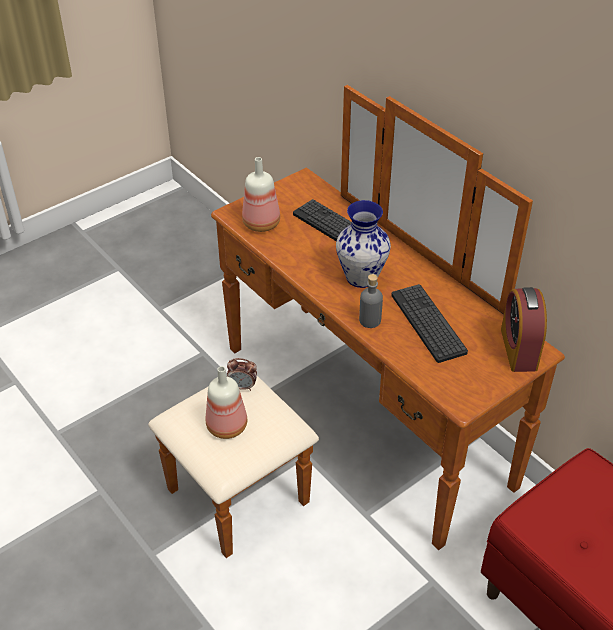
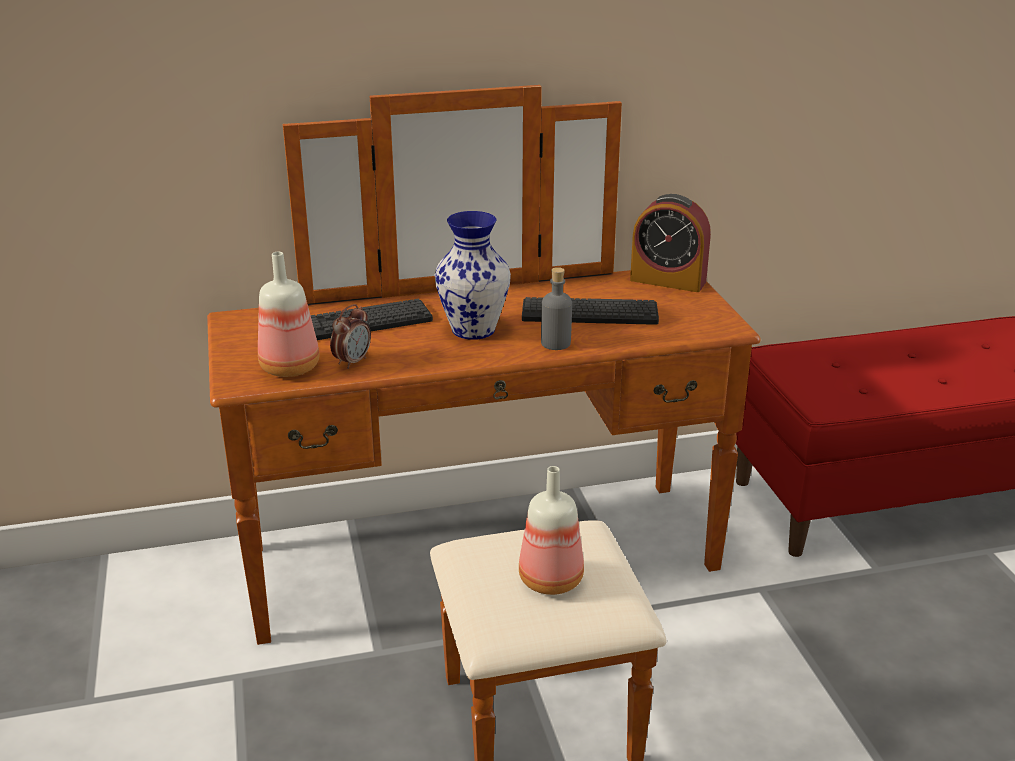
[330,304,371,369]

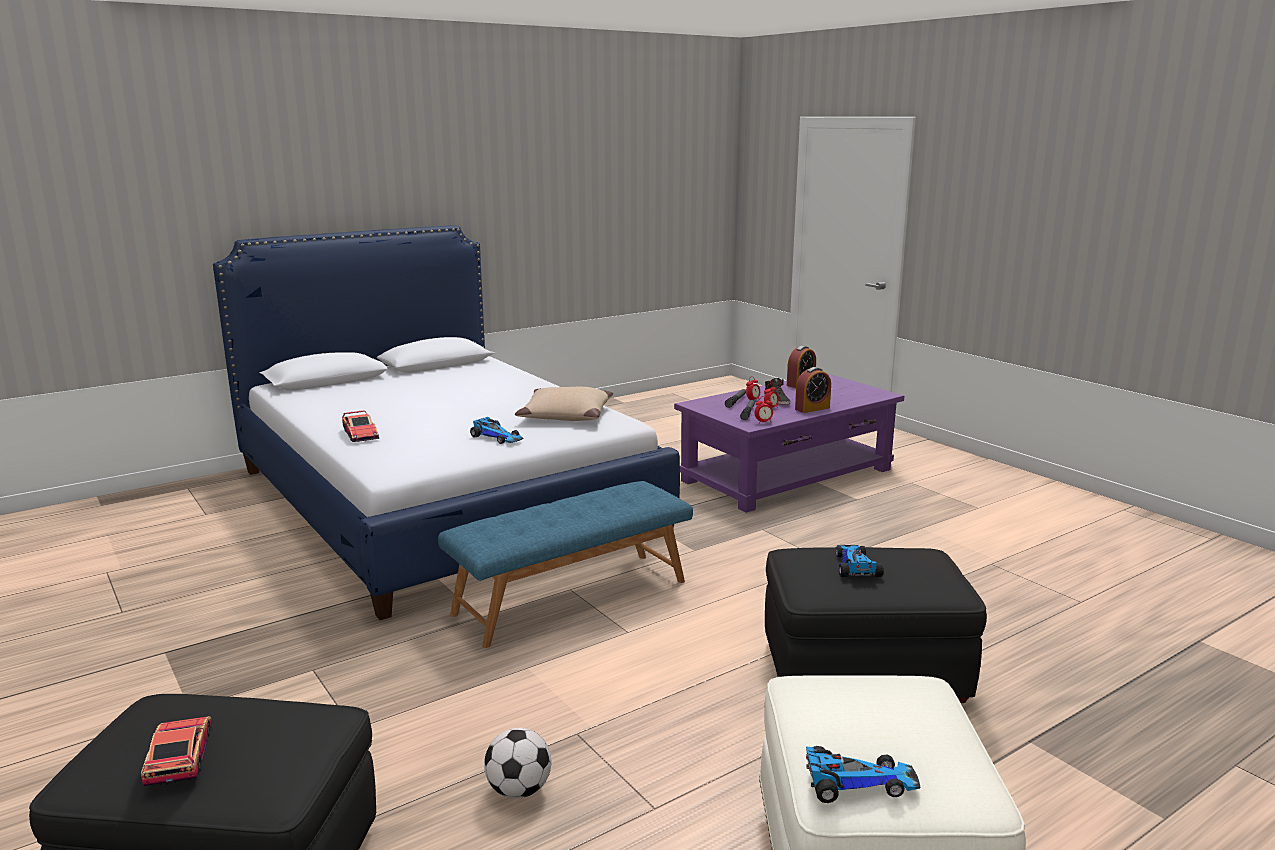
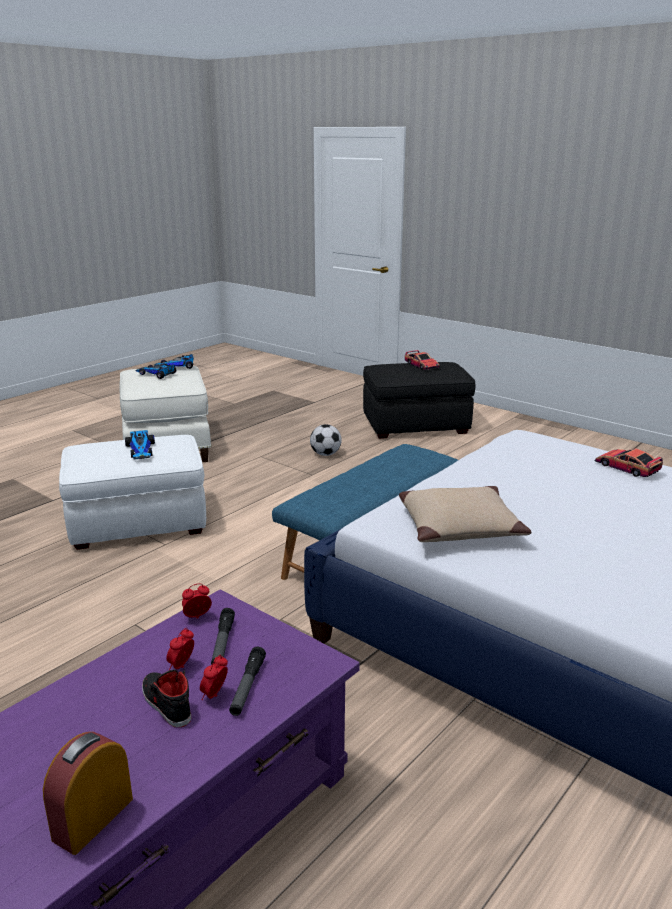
[795,367,831,413] (first image)
[135,364,176,379]
[59,435,206,550]

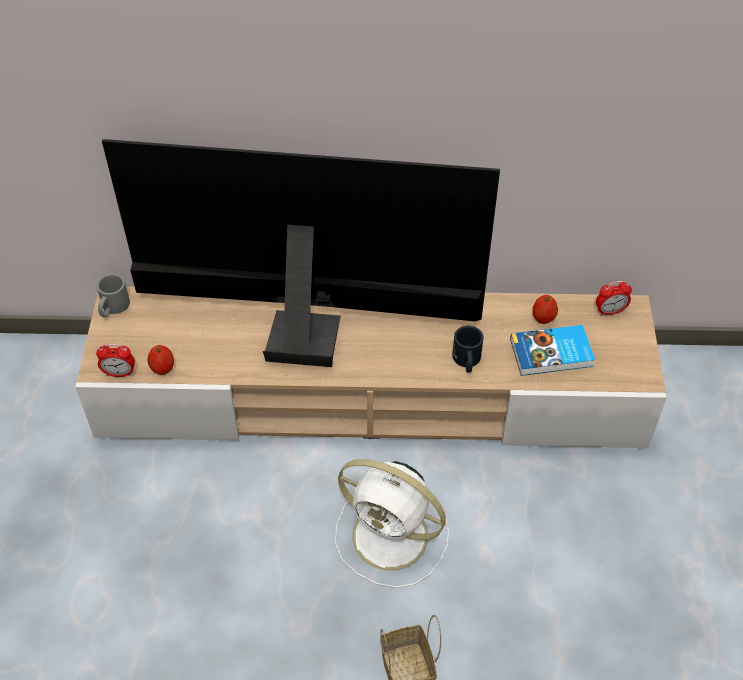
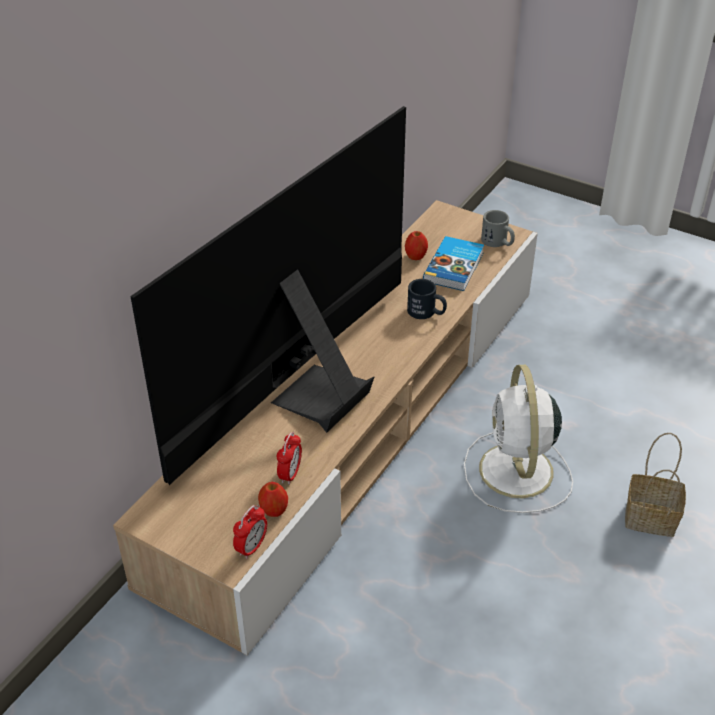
[481,210,515,247]
[277,432,302,485]
[464,365,573,513]

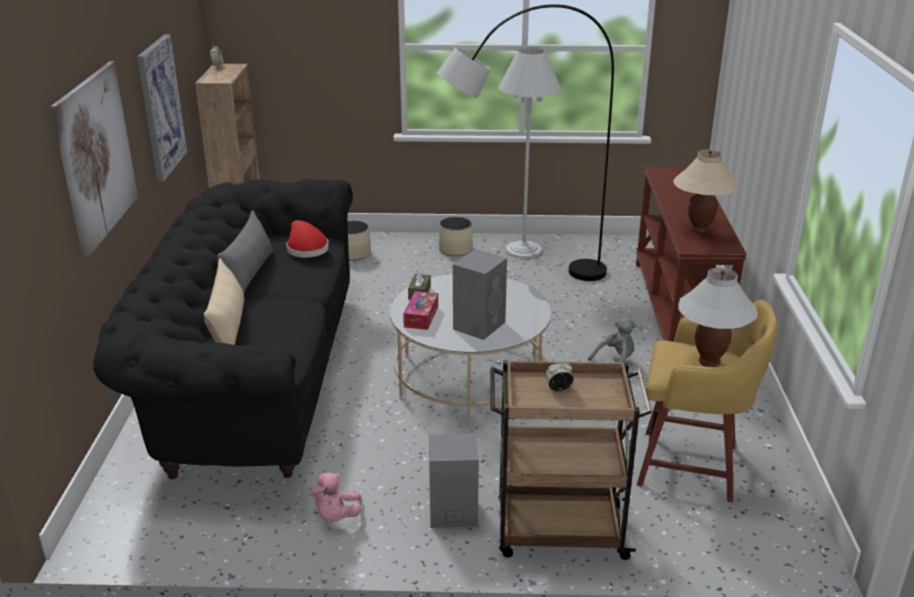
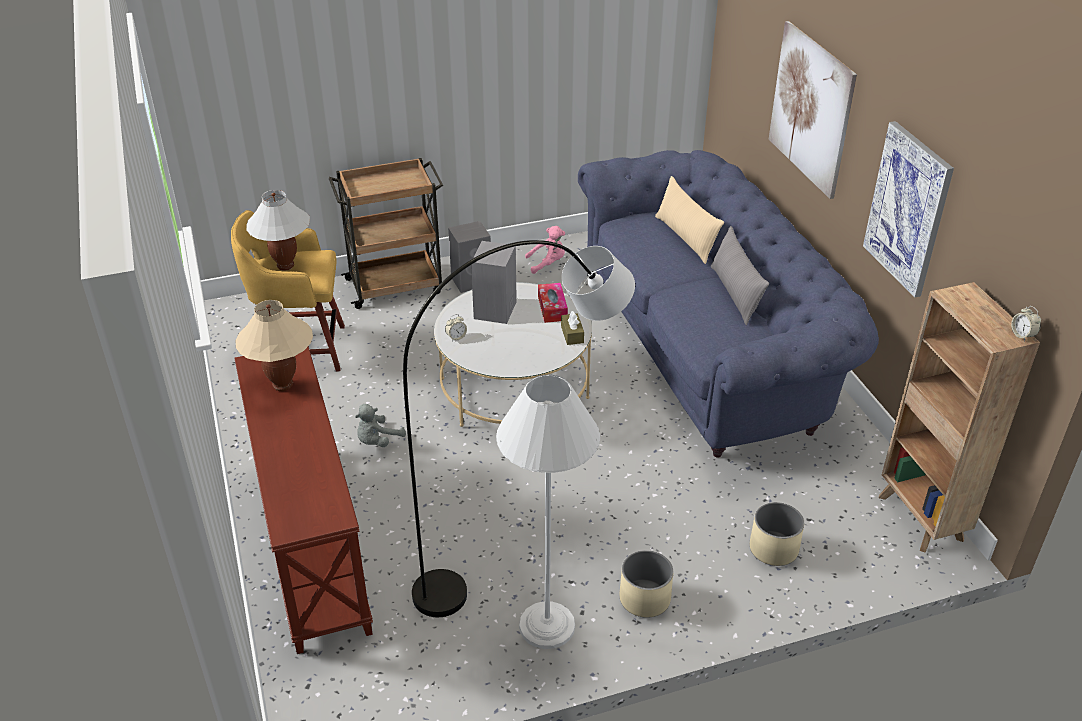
[286,220,329,258] (first image)
[445,314,467,341]
[578,150,879,458]
[525,226,565,274]

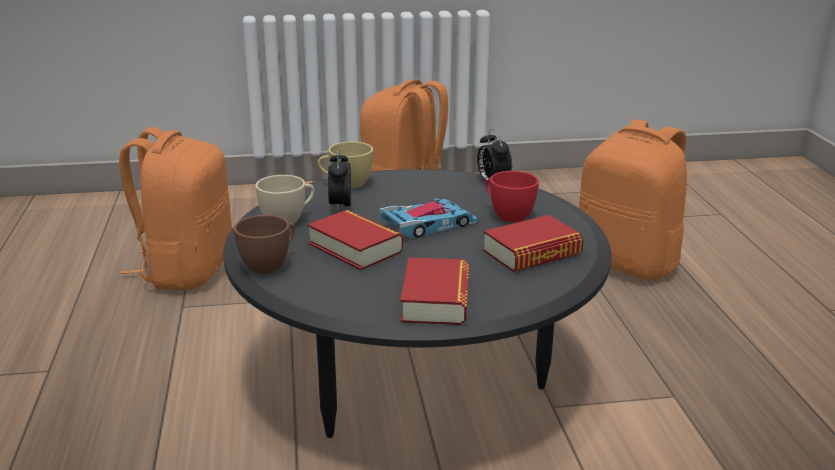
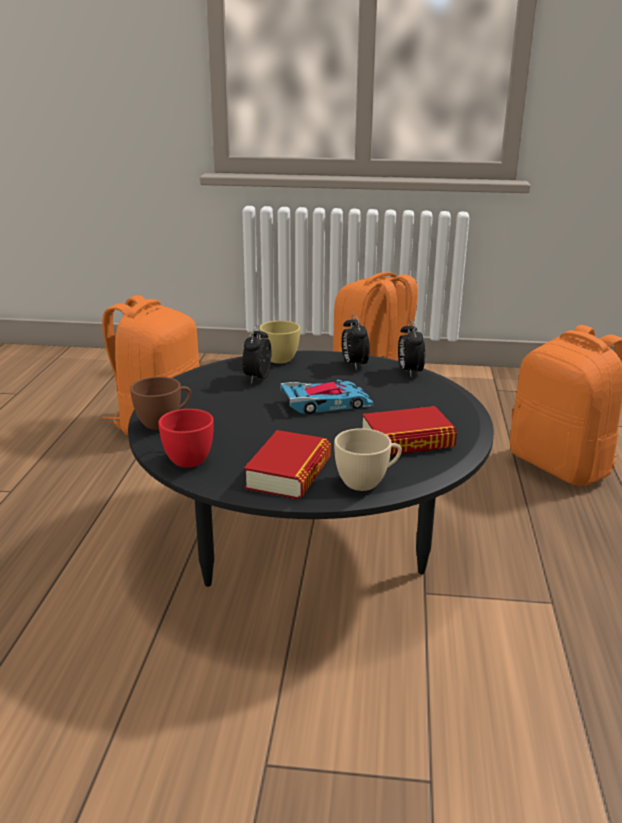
[307,210,403,270] (first image)
[341,314,370,370]
[334,428,402,491]
[158,409,214,468]

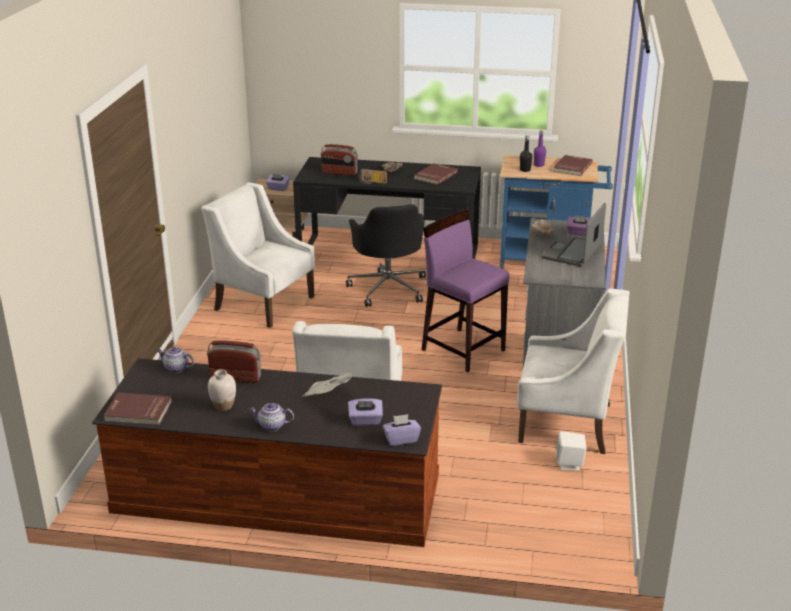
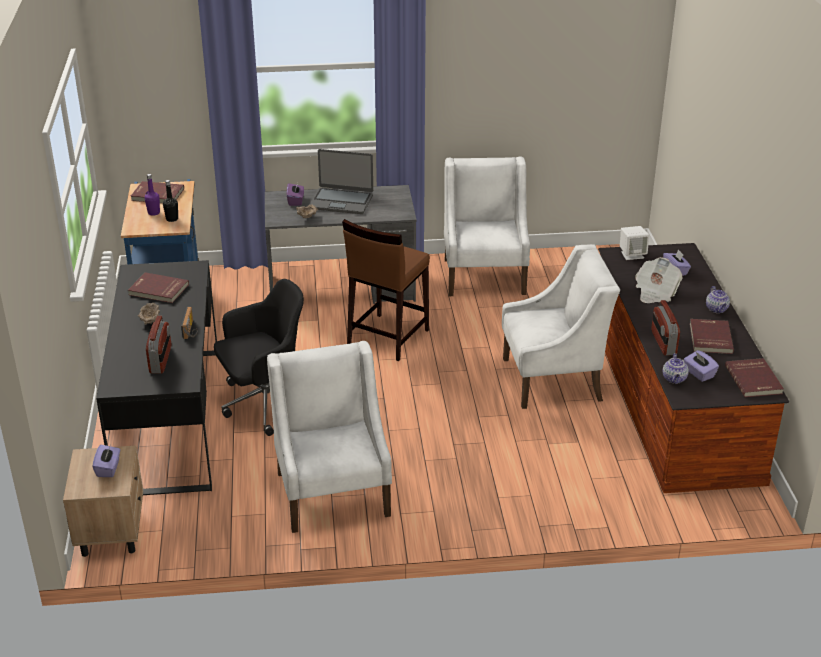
[684,350,719,382]
[620,226,649,260]
[690,319,734,354]
[342,219,430,361]
[267,341,392,533]

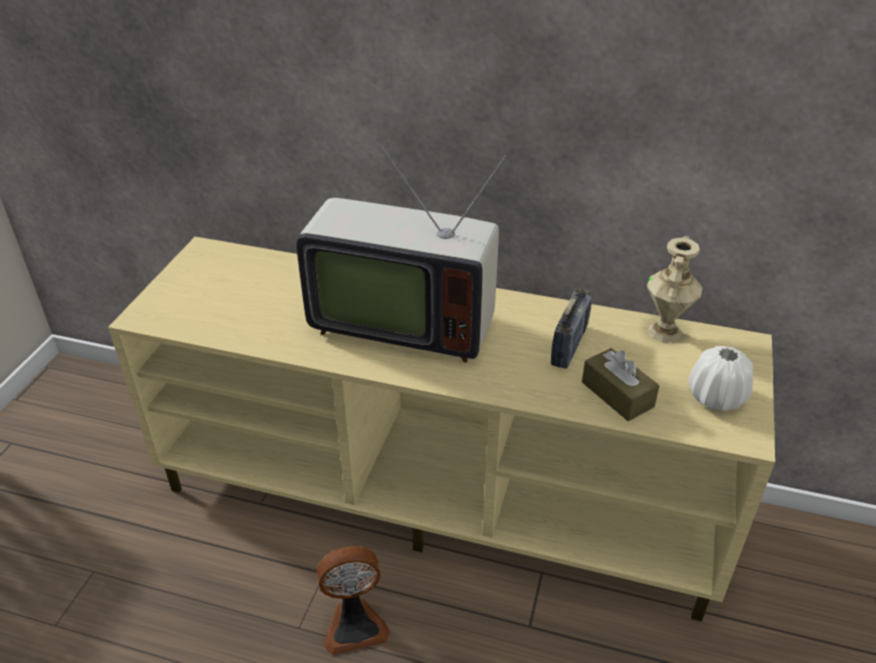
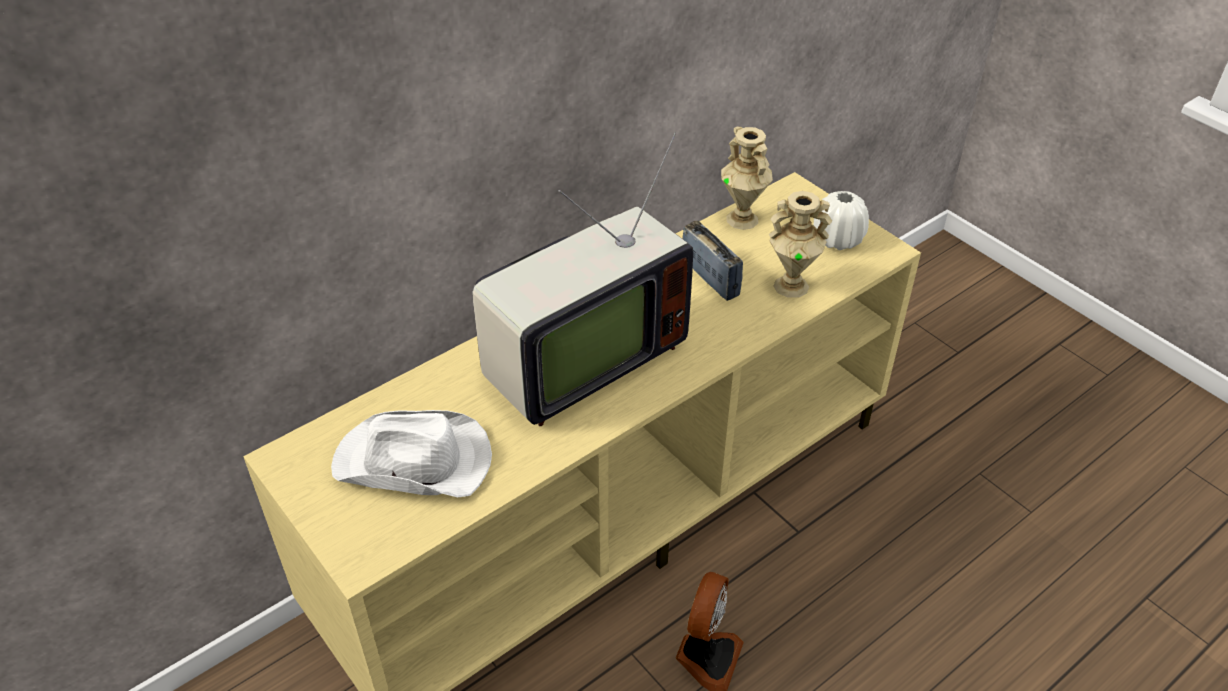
[331,410,492,497]
[769,191,832,298]

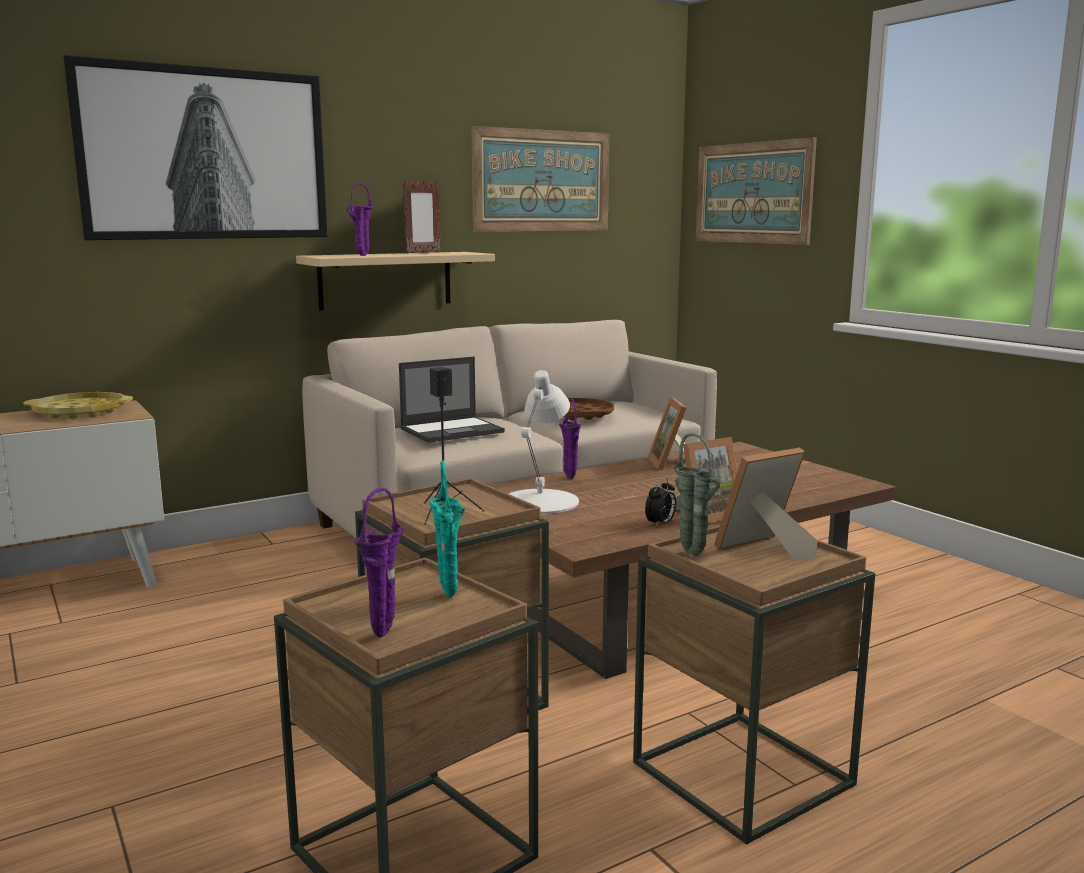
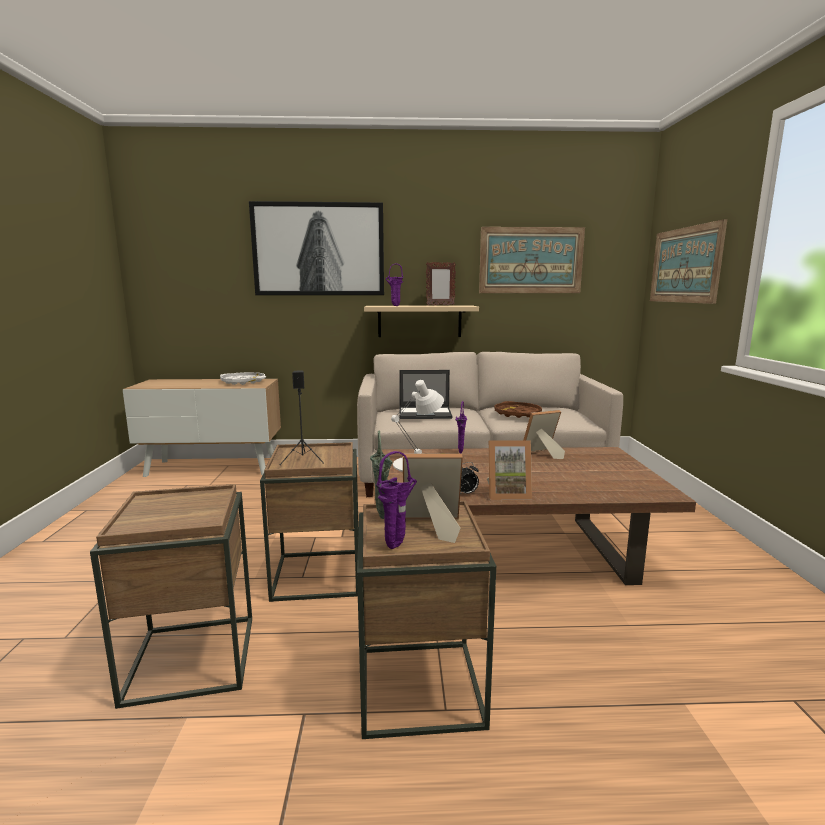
[429,460,465,598] (first image)
[376,451,417,549]
[220,372,266,385]
[524,410,565,459]

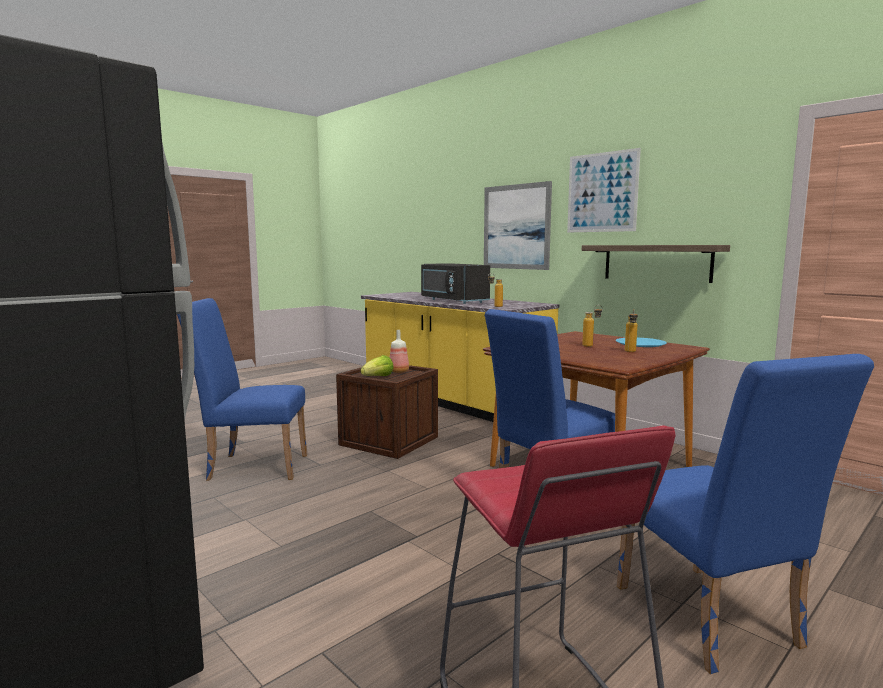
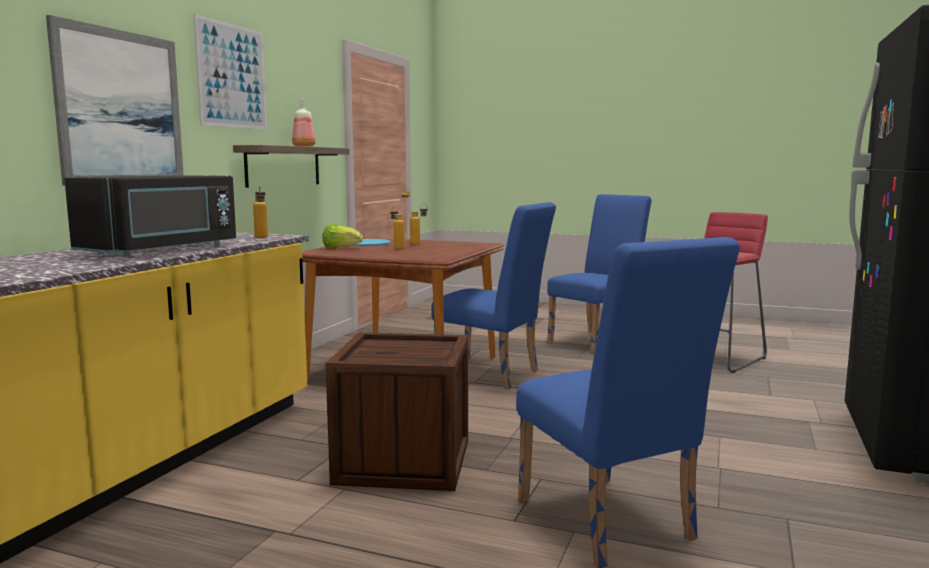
[322,224,363,248]
[292,98,316,147]

